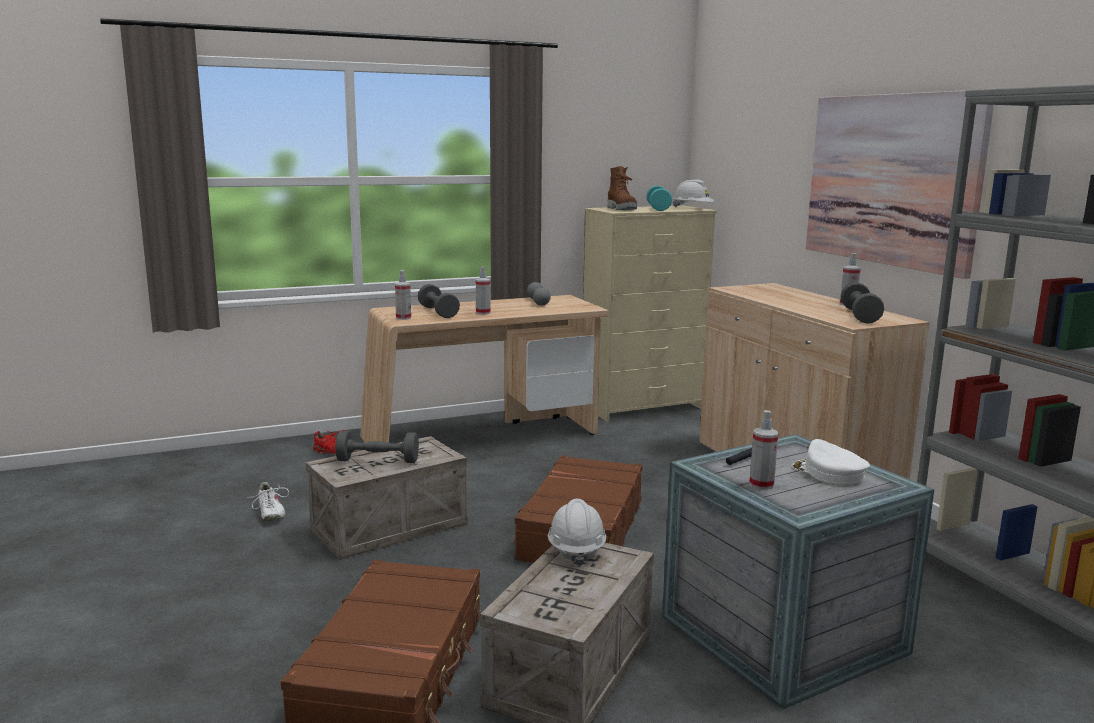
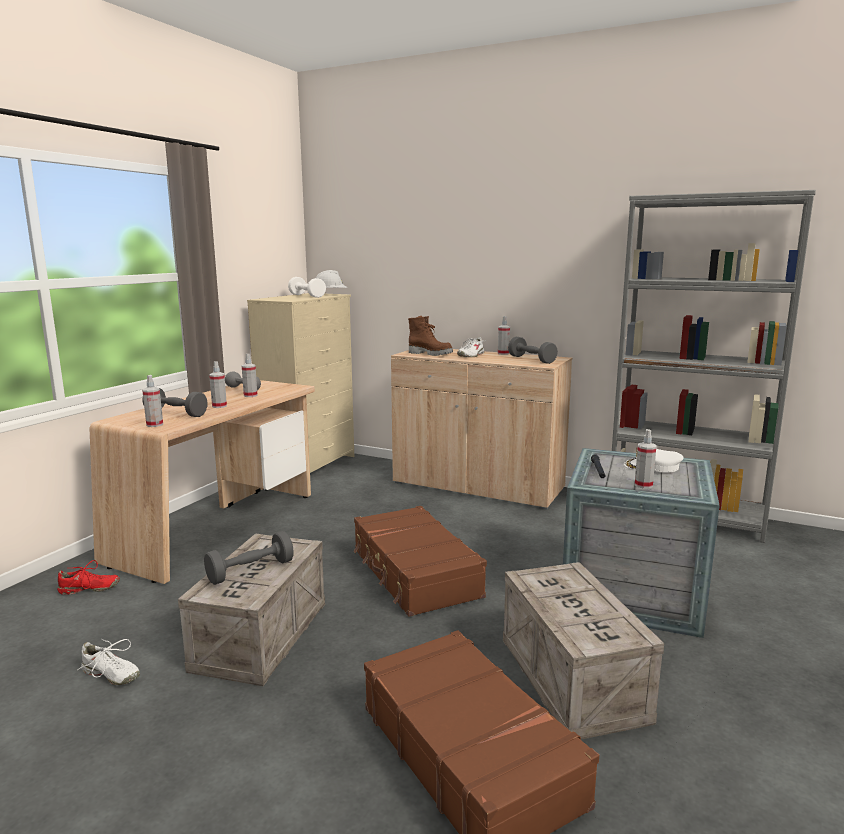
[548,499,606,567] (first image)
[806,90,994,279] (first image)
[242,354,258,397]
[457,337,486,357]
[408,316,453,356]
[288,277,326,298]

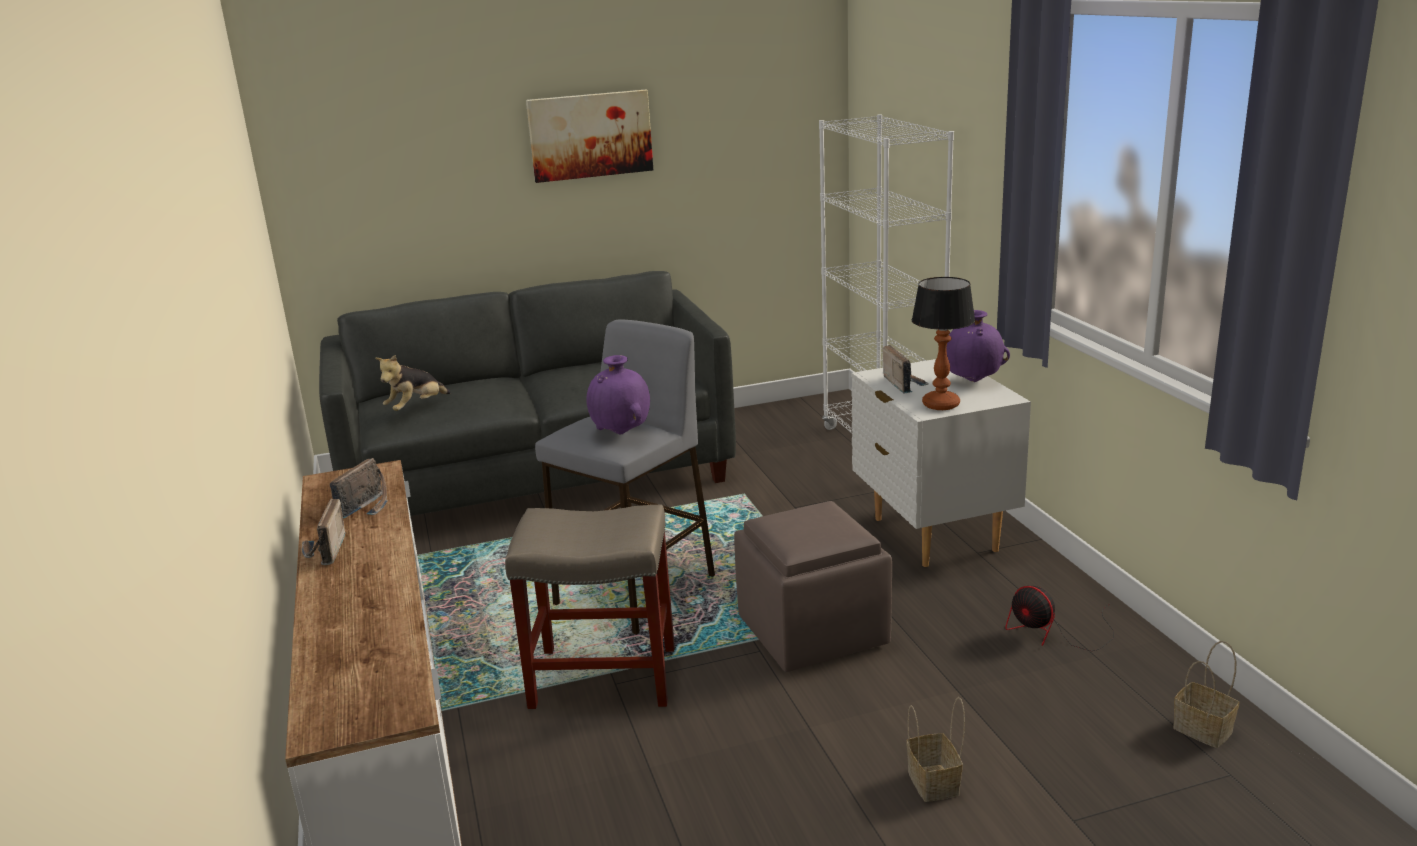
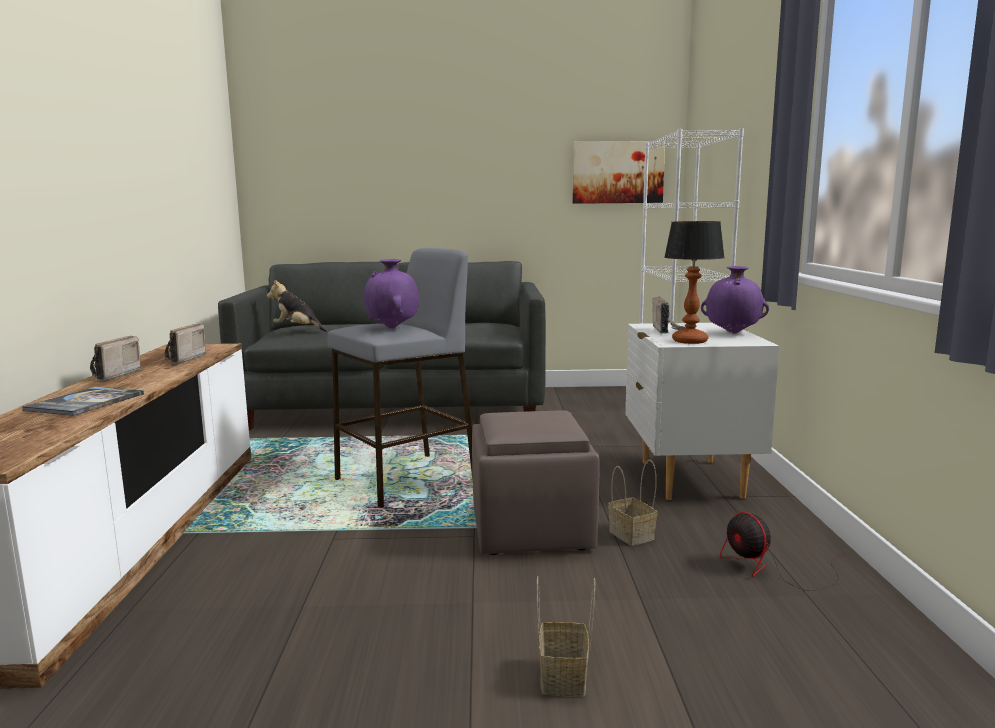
[505,505,675,709] (first image)
[22,387,144,416]
[572,141,665,204]
[608,460,657,546]
[165,324,206,364]
[267,280,328,331]

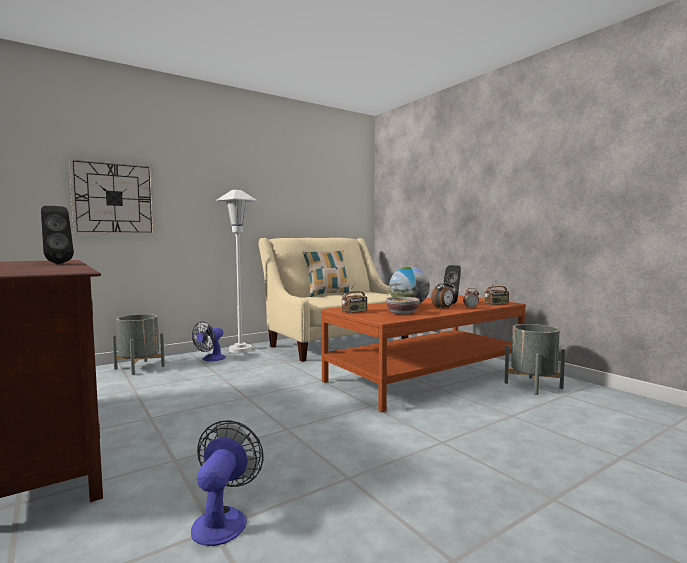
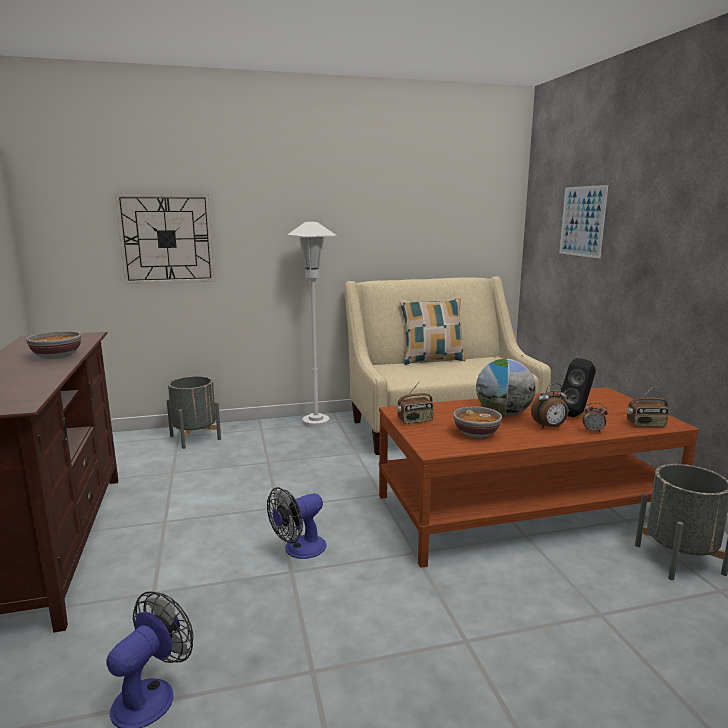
[560,185,608,259]
[267,487,327,559]
[26,331,81,359]

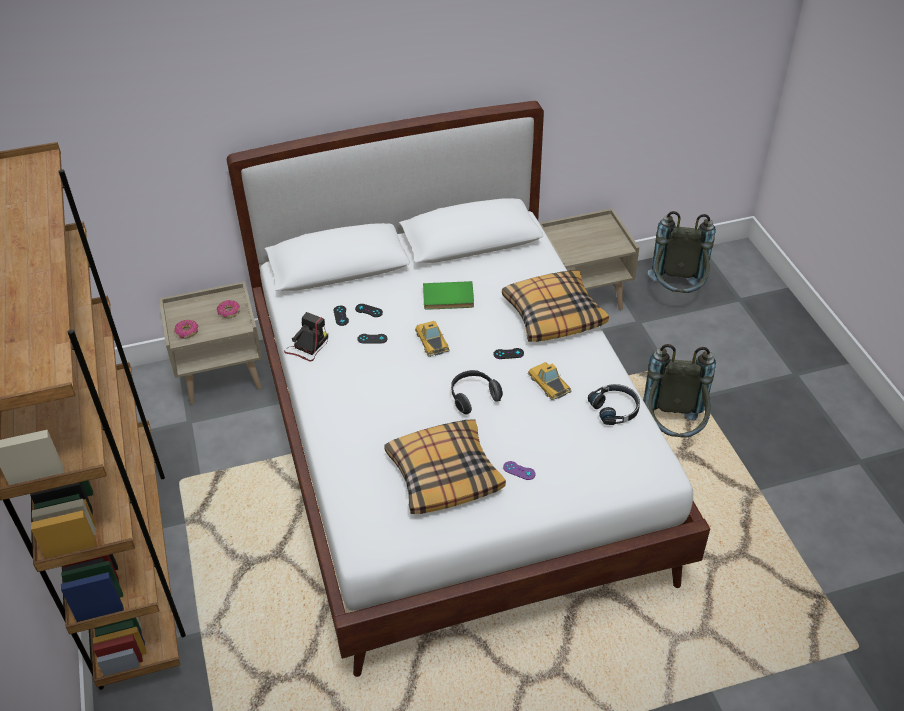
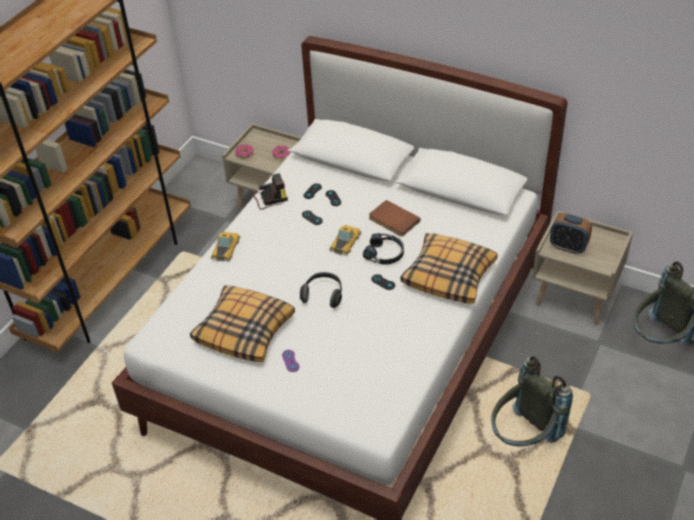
[550,213,592,254]
[211,232,240,262]
[363,233,404,264]
[369,200,420,237]

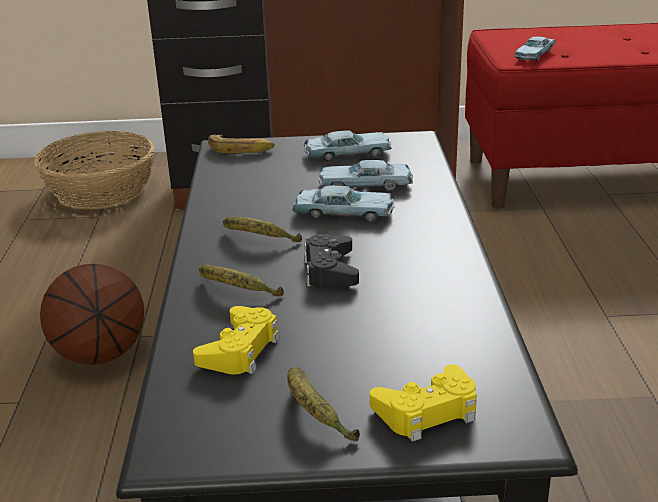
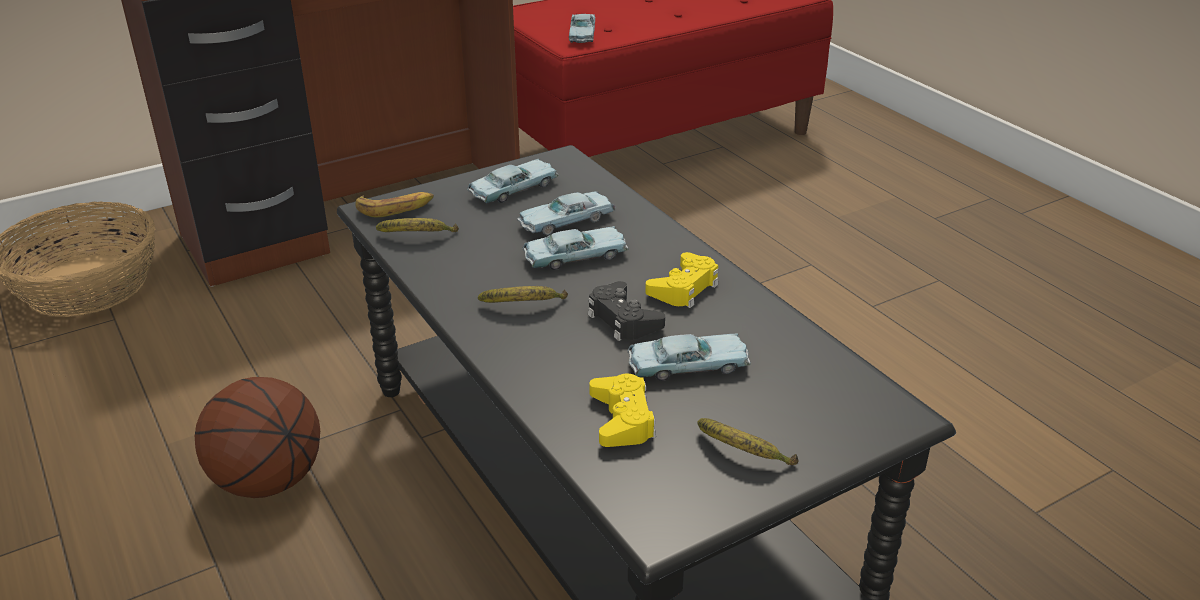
[627,333,751,381]
[376,218,459,232]
[645,252,718,308]

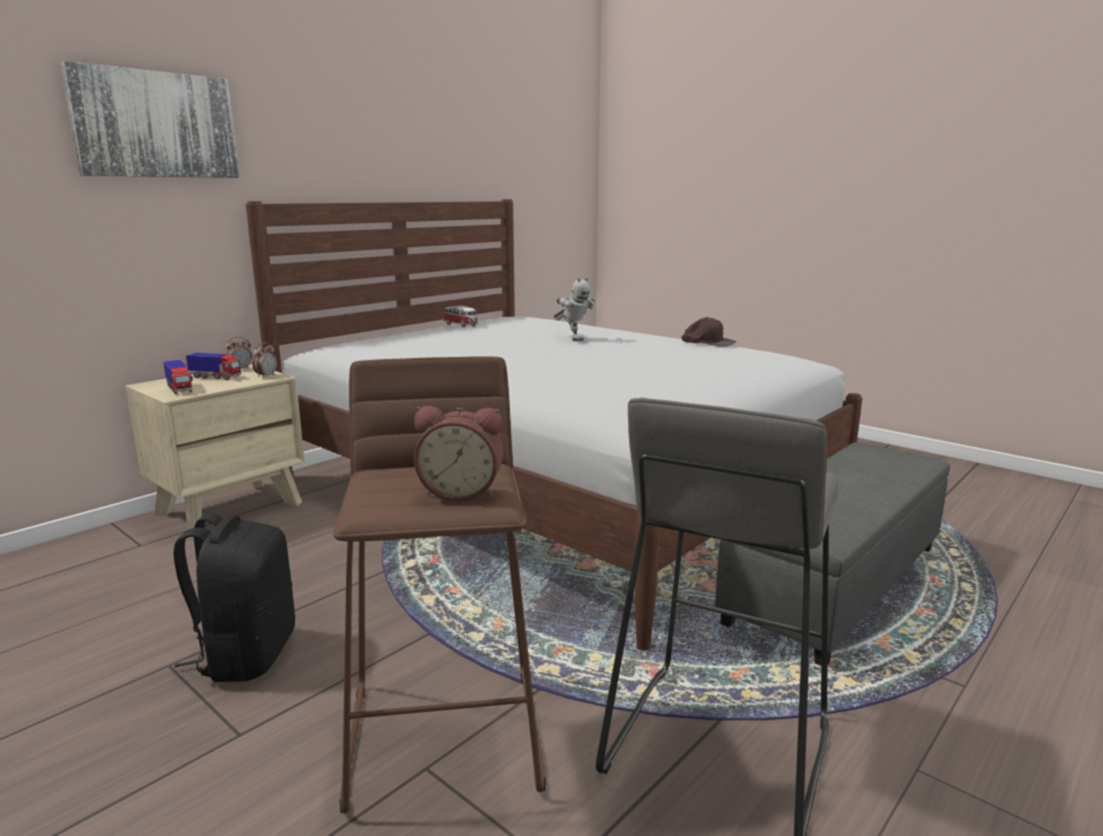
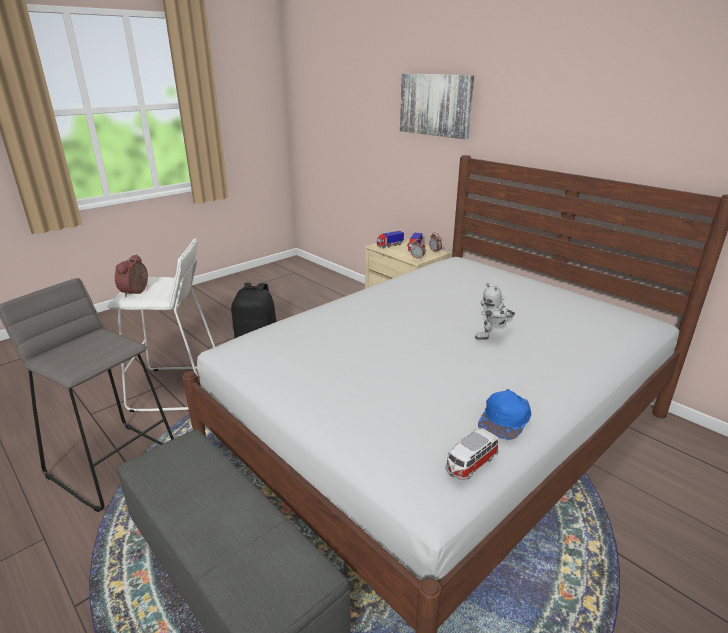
[445,428,498,480]
[107,238,215,412]
[478,389,531,440]

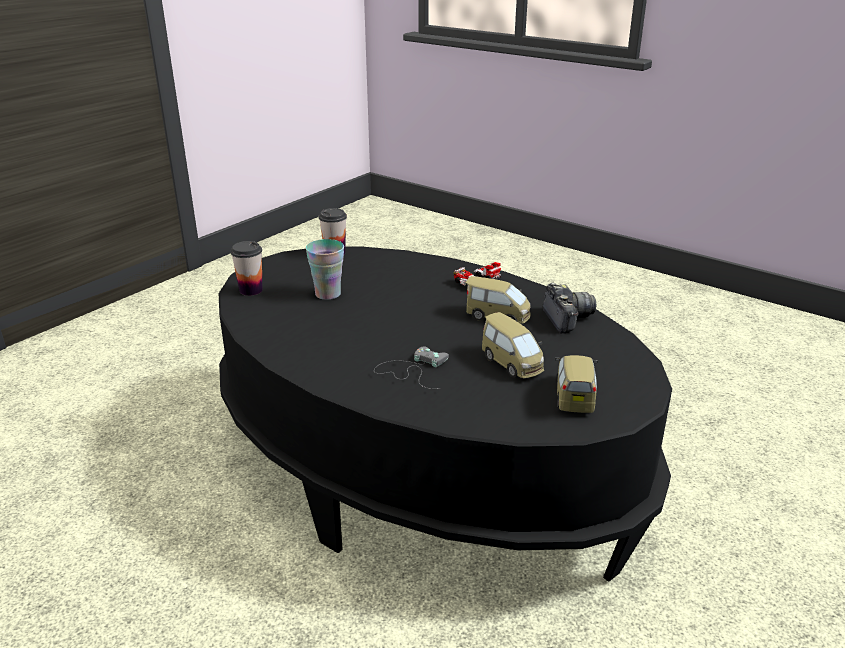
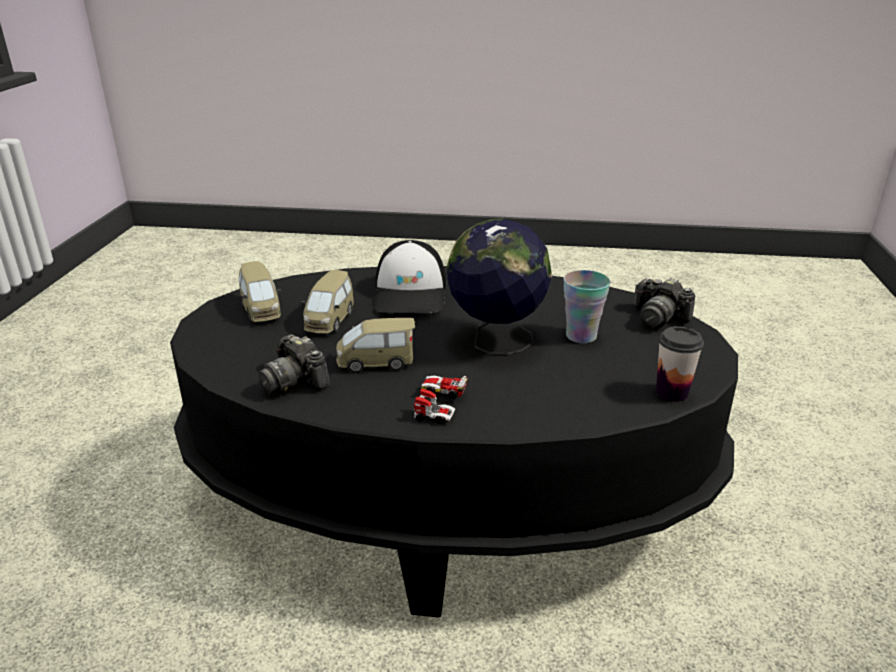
[447,218,552,355]
[634,277,695,328]
[373,240,446,313]
[301,270,354,333]

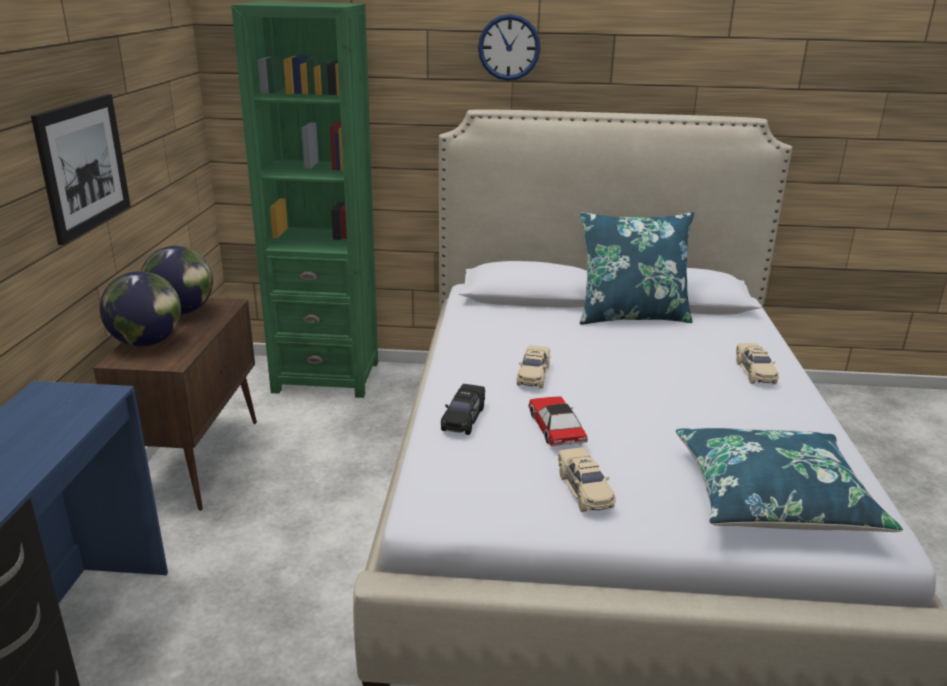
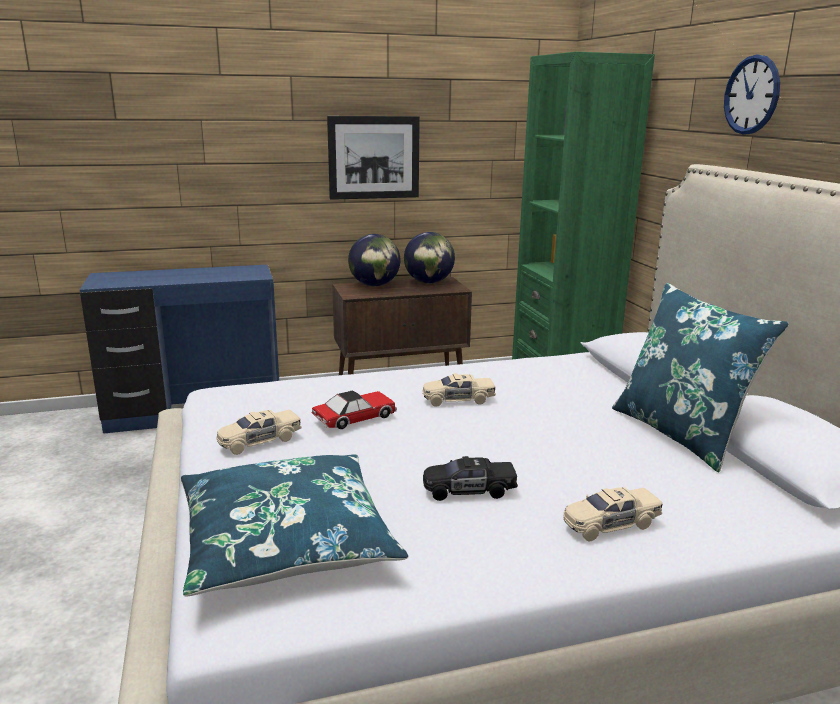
[423,456,518,501]

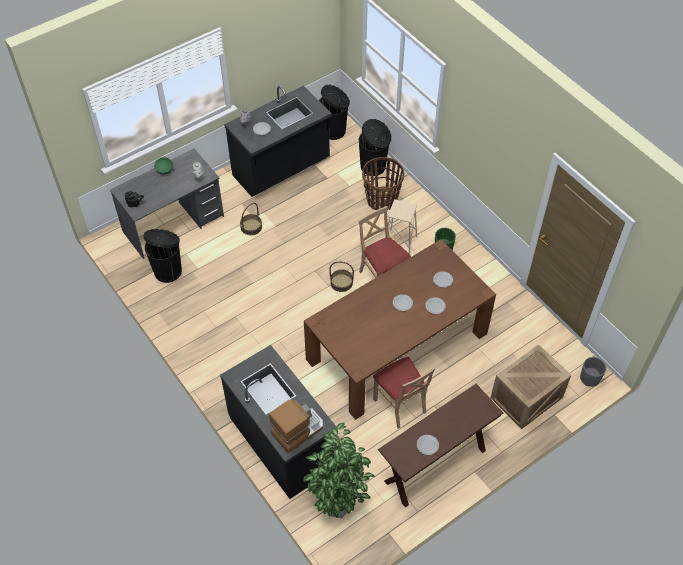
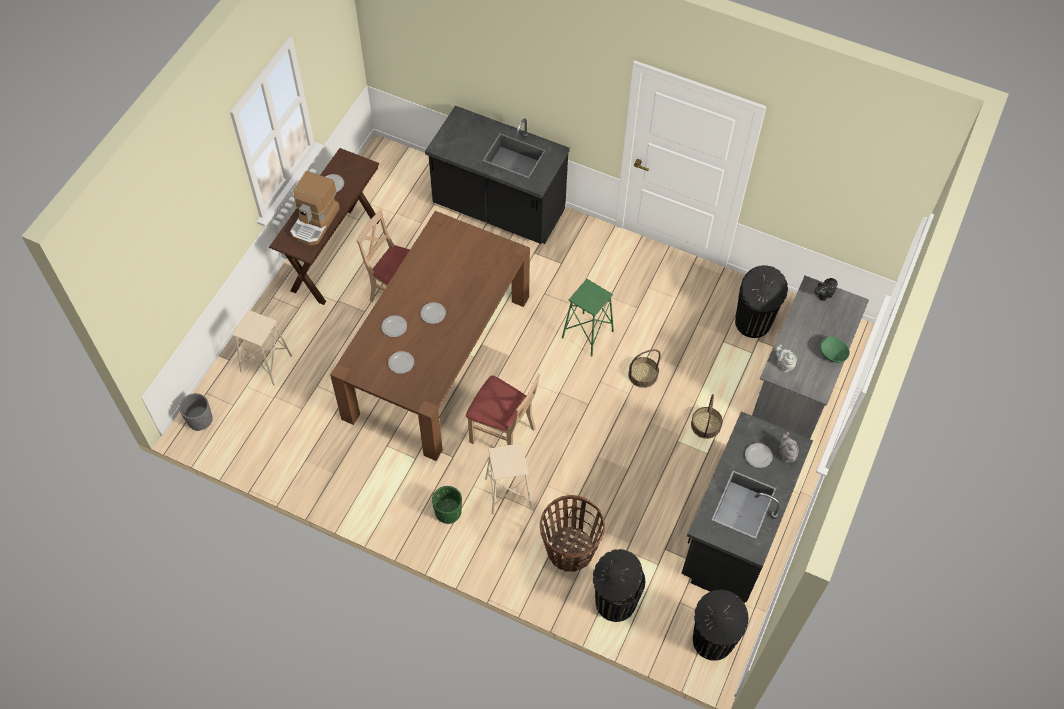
[303,423,375,518] (first image)
[562,279,614,357]
[290,171,340,246]
[628,349,661,388]
[232,310,292,385]

